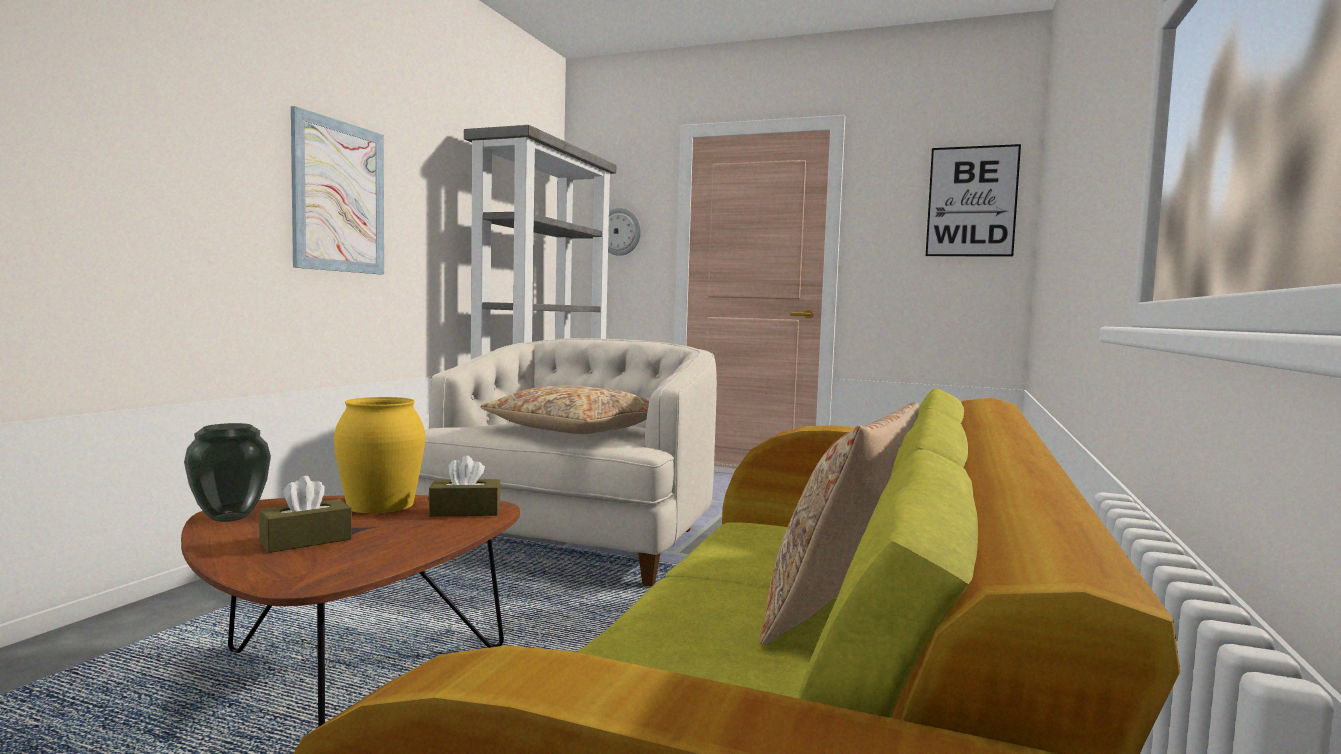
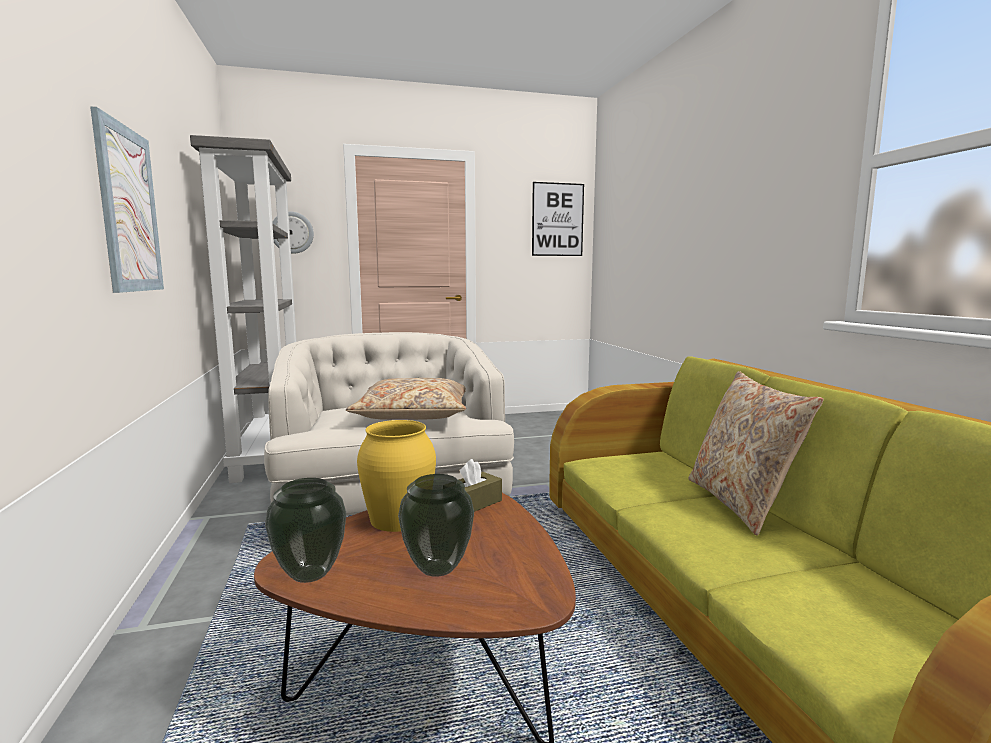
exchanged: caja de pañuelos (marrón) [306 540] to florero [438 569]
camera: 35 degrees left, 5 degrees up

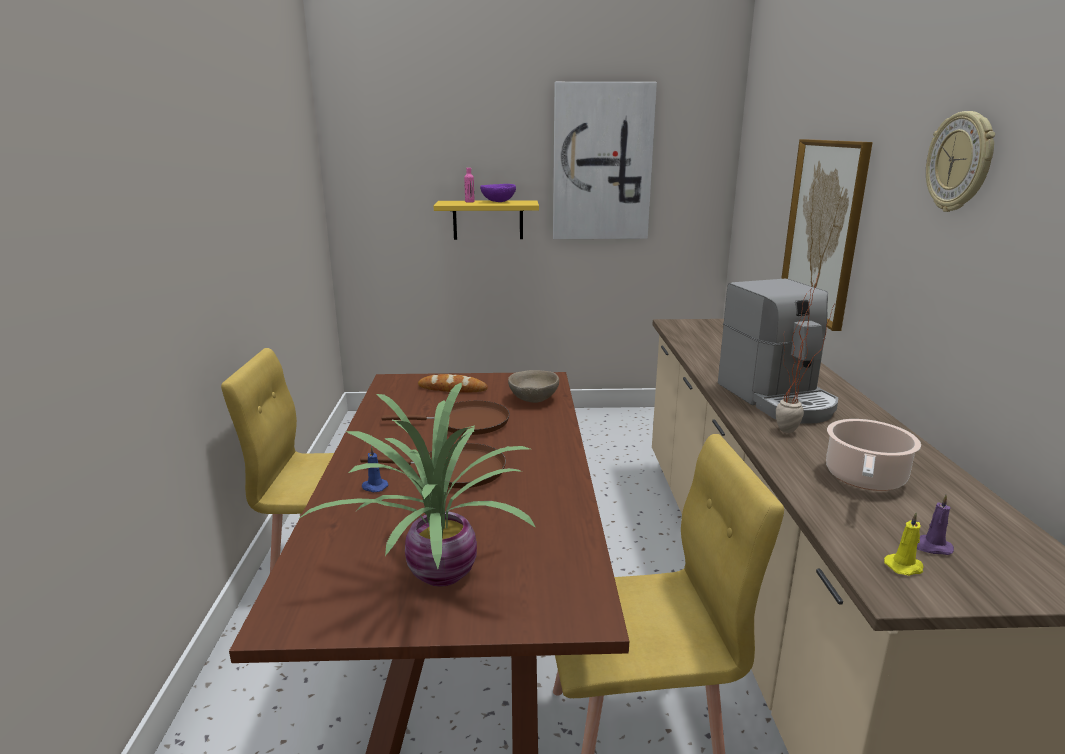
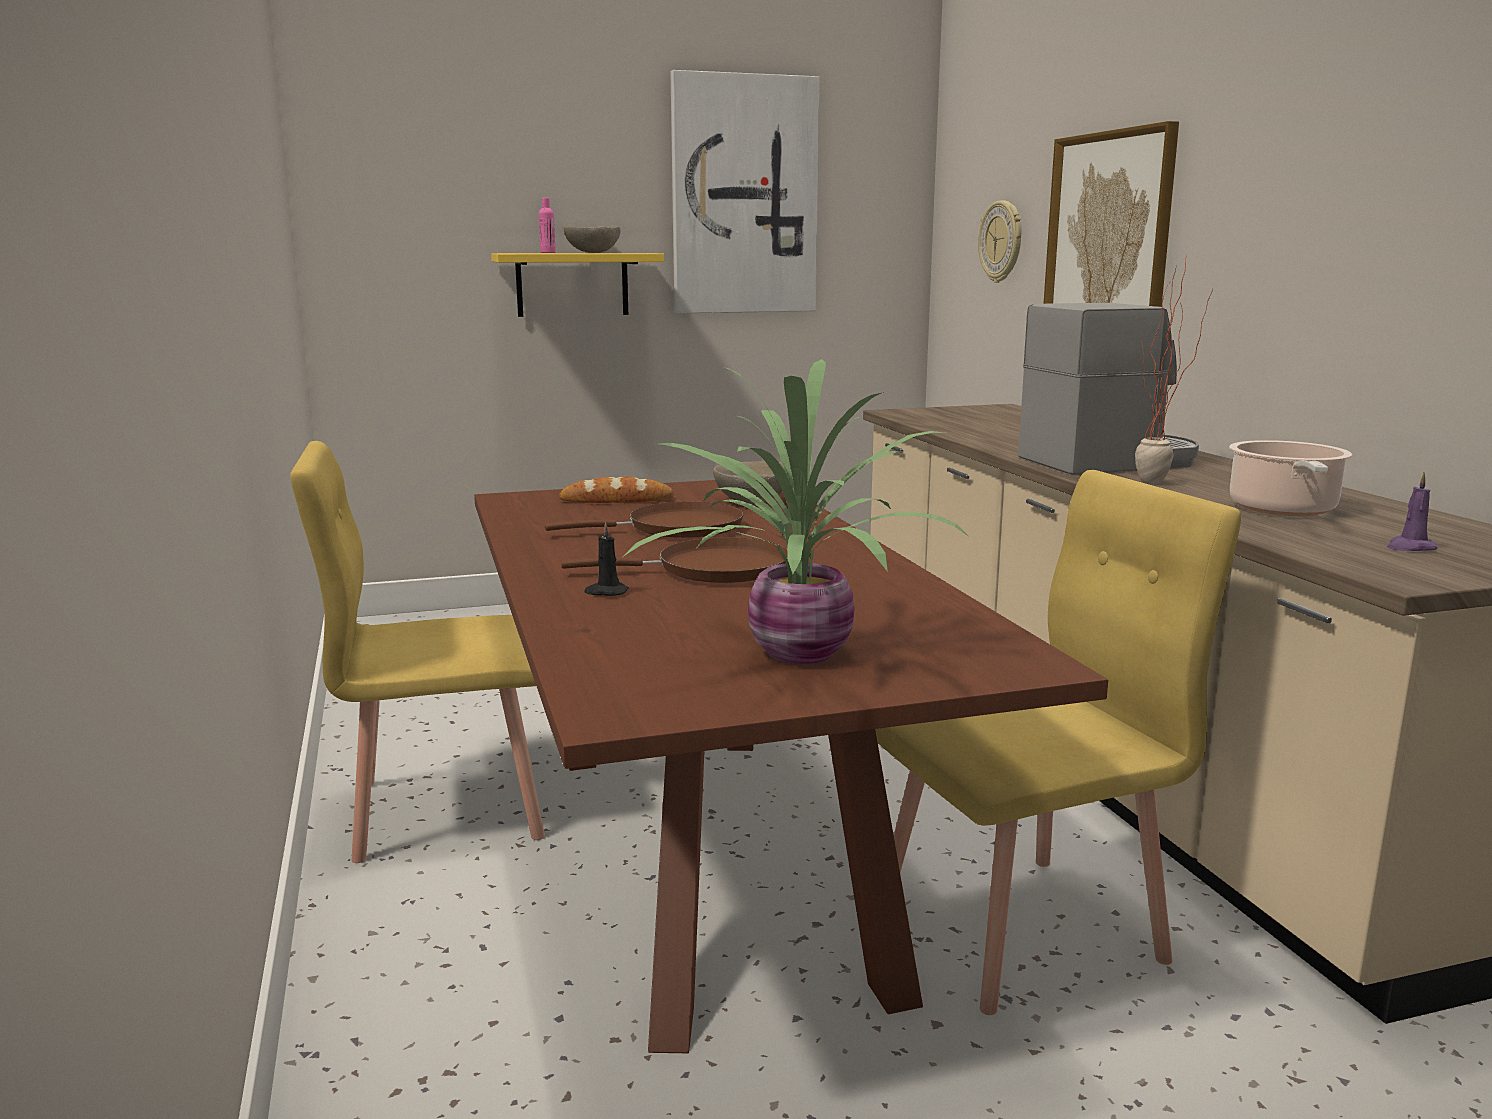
missing: vela (amarillo) [905 567]
relocated: reloj de pared [960 162] to [1002 241]
colour: cuenco (morado) [498 201] to cuenco (beis) [592 252]; vela (azul) [374 487] to vela (negro) [606 592]
spun: cafetera [777 399] = [1110 461] 75 degrees counterclockwise
camera: 15 degrees left, 5 degrees down

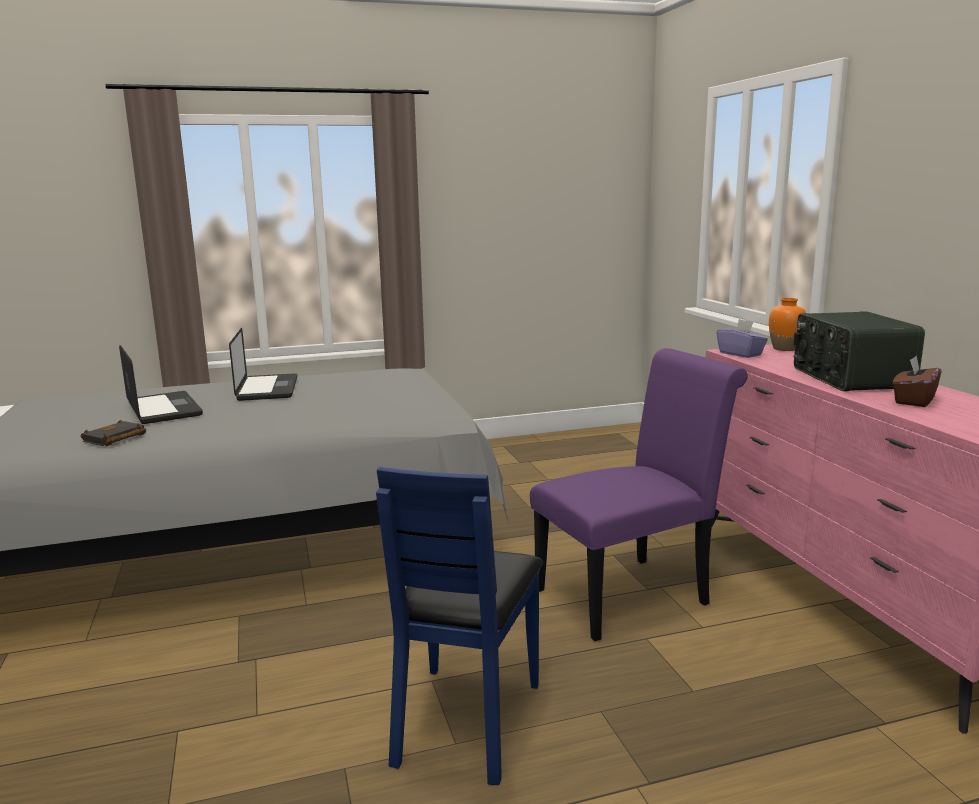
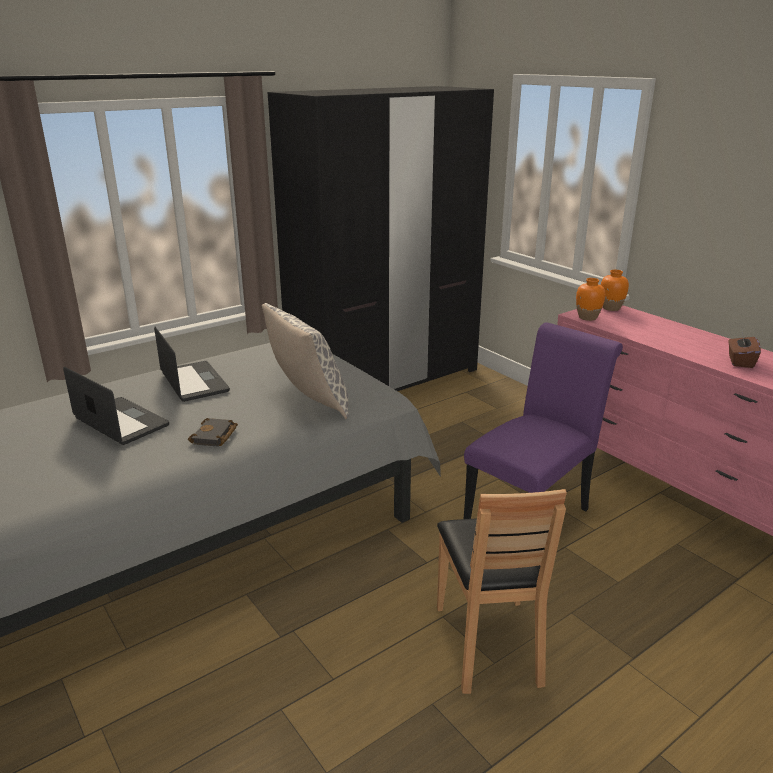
missing: radio [849 378]
appeared: cojín [309 403]; armario ropero (negro) [385 380]
relocated: libro (negro) [114 439] to [215 436]
exchanged: caja de pañuelos (morado) [740 354] to florero (naranja) [587 317]
colour: silla (azul) [466 720] to silla (marrón) [489 643]
camera: 20 degrees left, 10 degrees up

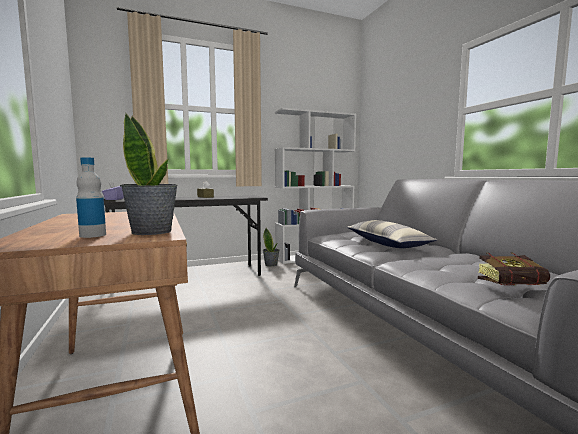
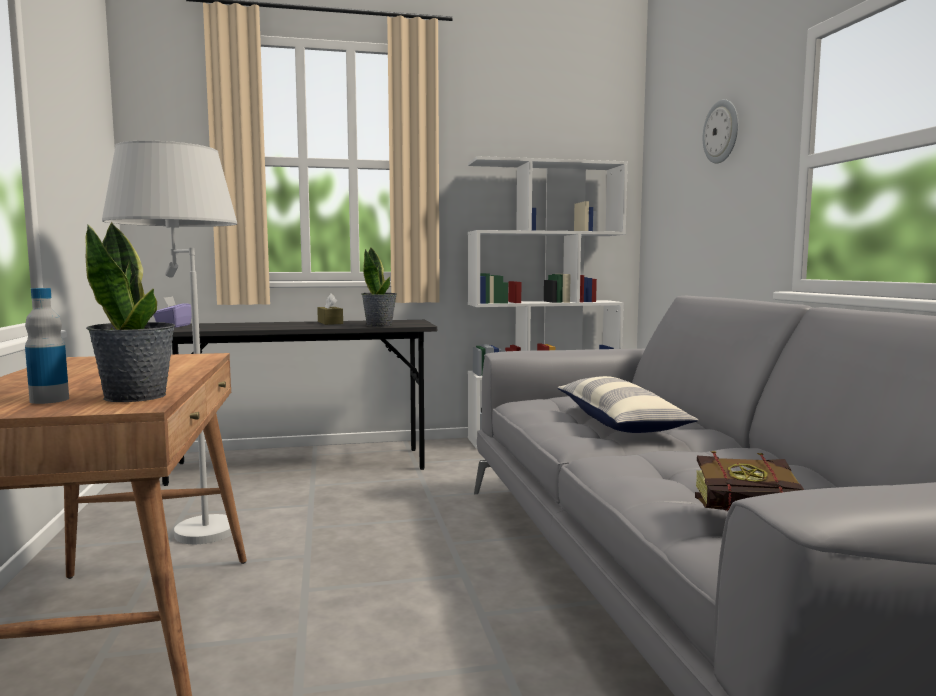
appeared: lámpara de pie (blanco) [188 524]; reloj de pared [721 131]
relocated: planta en maceta [271 264] to [379 325]
camera: 10 degrees right, 0 degrees up

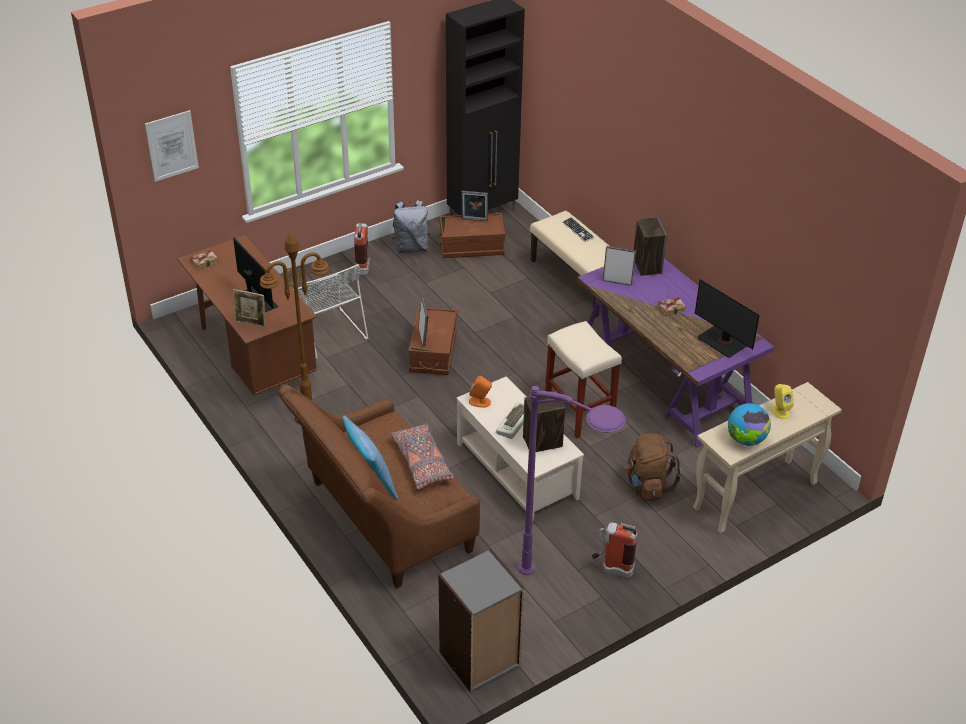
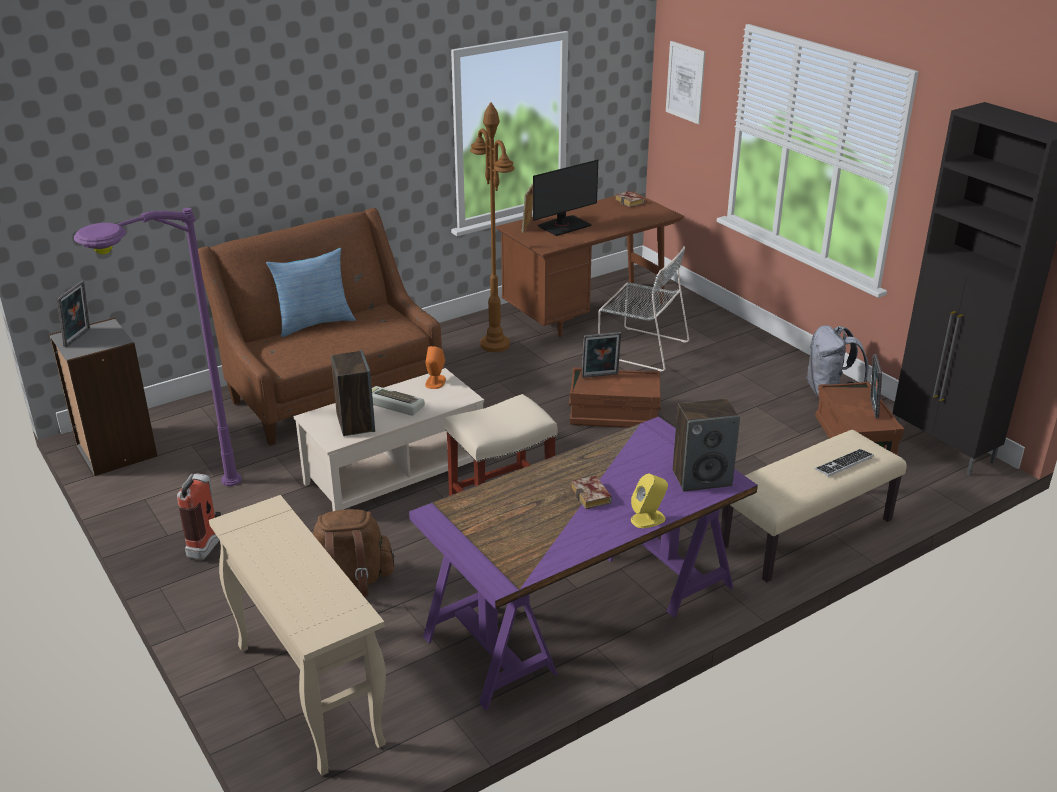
missing: extintor [363 266]; cojín (gris) [422 463]; monitor [723 341]; globo terráqueo [746 440]
relocated: portarretratos [617 281] to [79 338]; altavoz (amarillo) [780 411] to [648 519]
spun: silla (gris) [327 331] = [640 348] 120 degrees counterclockwise
camera: 90 degrees right, 10 degrees down

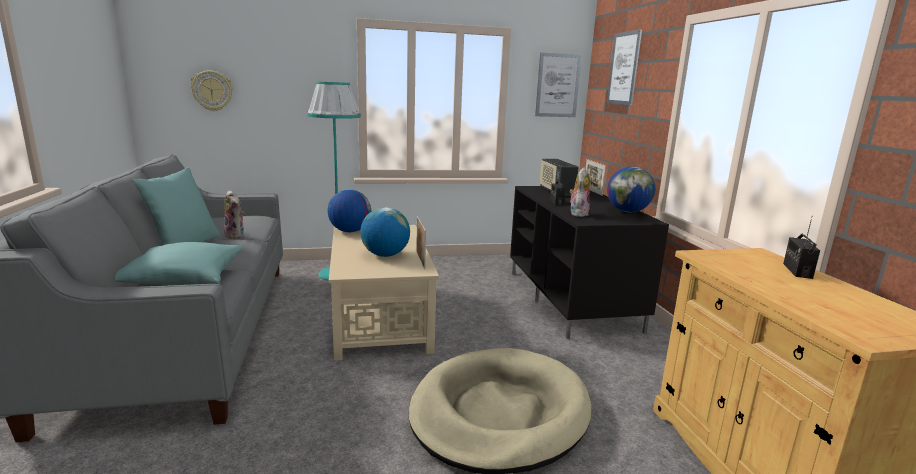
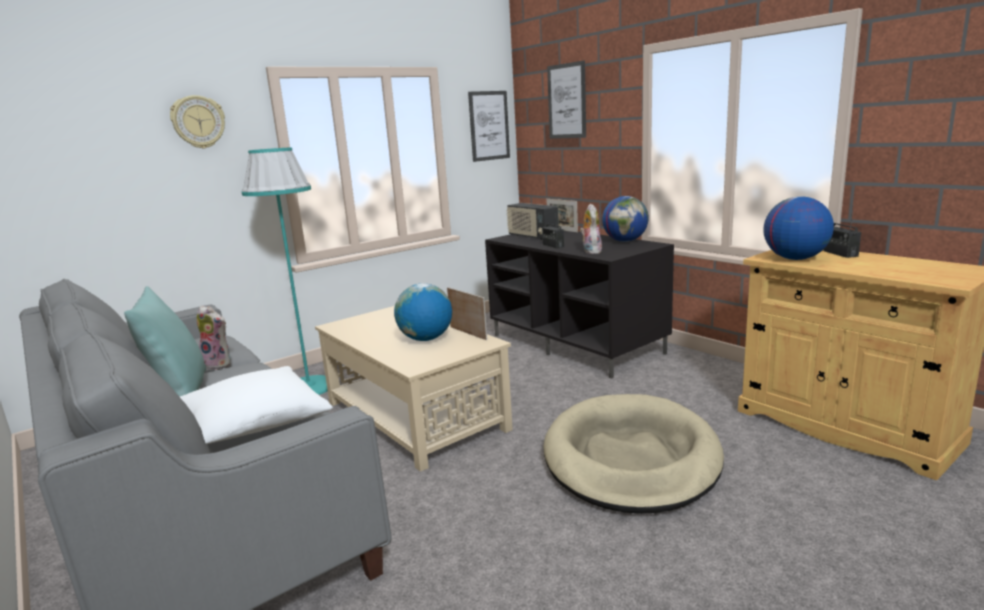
relocated: reloj de pared [212 91] to [198 122]; globo terráqueo [349 231] to [794 259]
colour: cojín (turquesa) [183 279] to cojín (blanco) [253 423]
camera: 25 degrees left, 0 degrees up

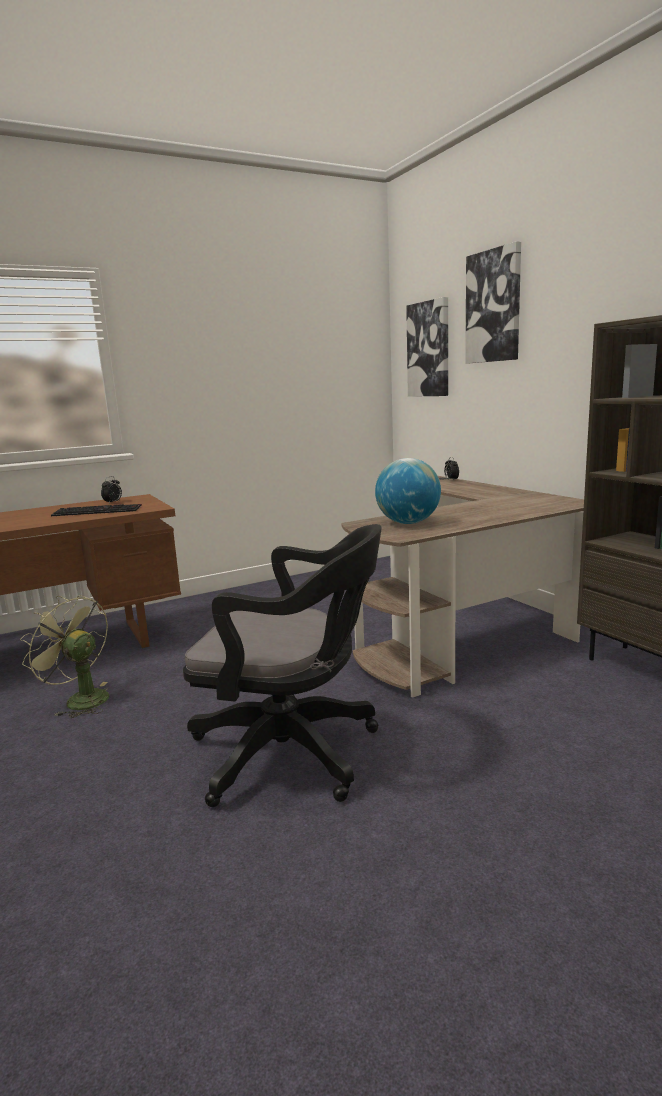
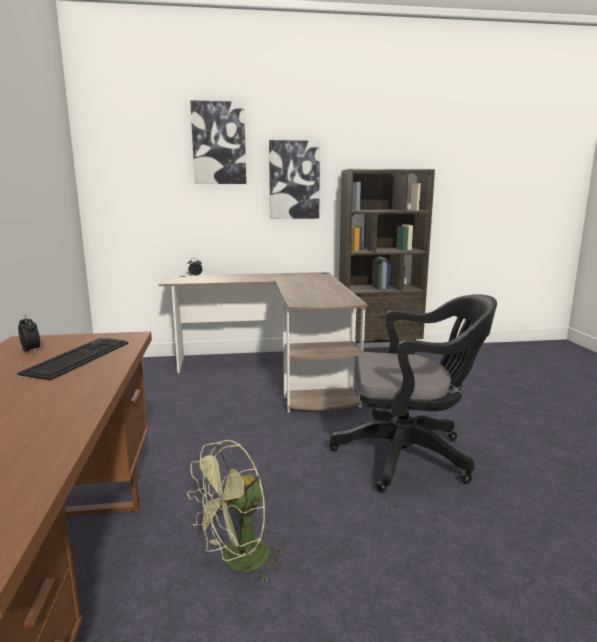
missing: globo terráqueo [408 523]
relocated: cuadro [429 349] to [294 180]
spun: silla de oficina (negro) [294 753] = [409 456] 60 degrees clockwise
camera: 70 degrees left, 0 degrees up

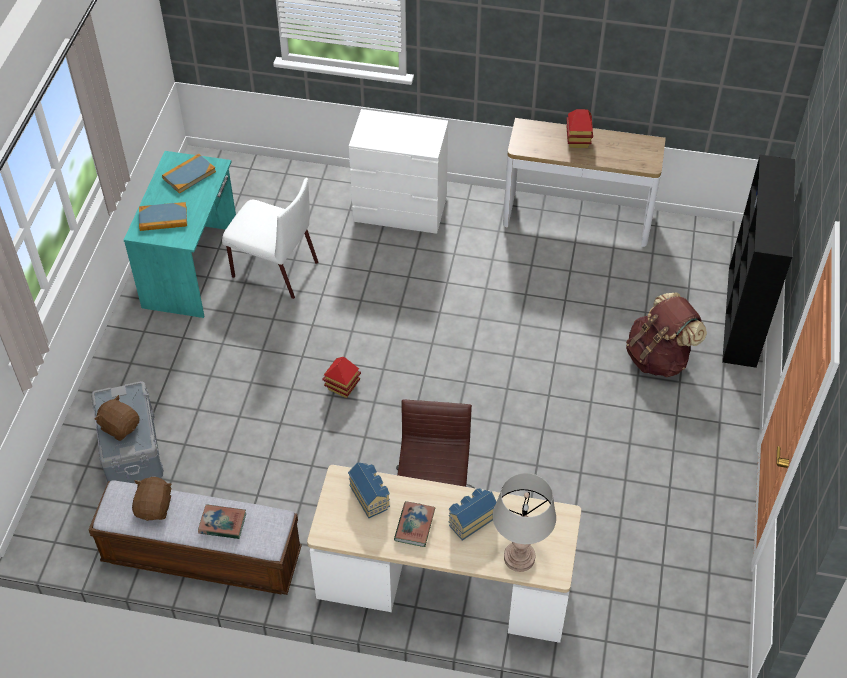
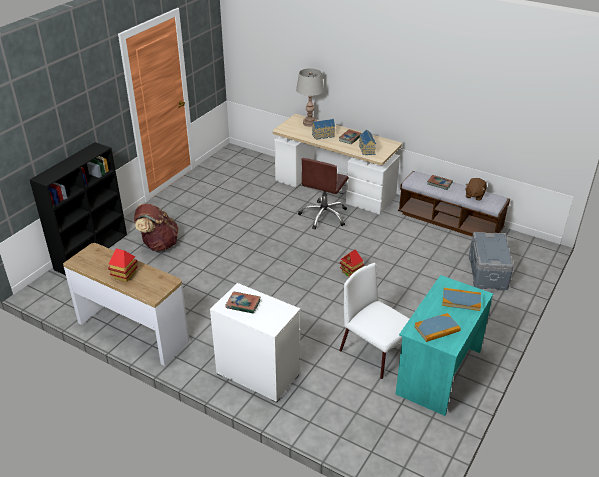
missing: peluche (marrón) [120 426]
appeared: libro [243 304]
camera: 160 degrees left, 15 degrees down

